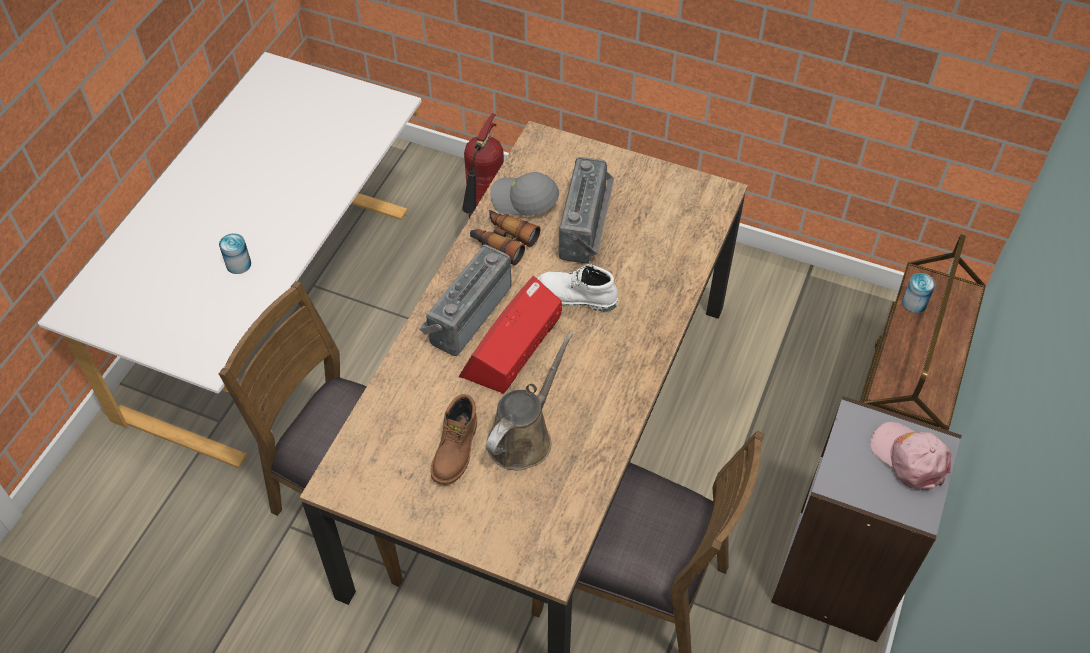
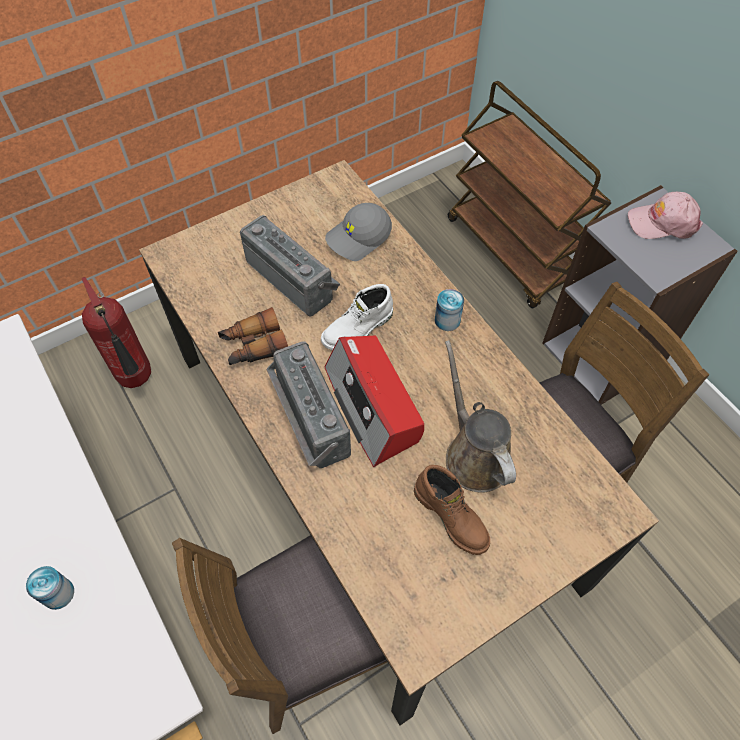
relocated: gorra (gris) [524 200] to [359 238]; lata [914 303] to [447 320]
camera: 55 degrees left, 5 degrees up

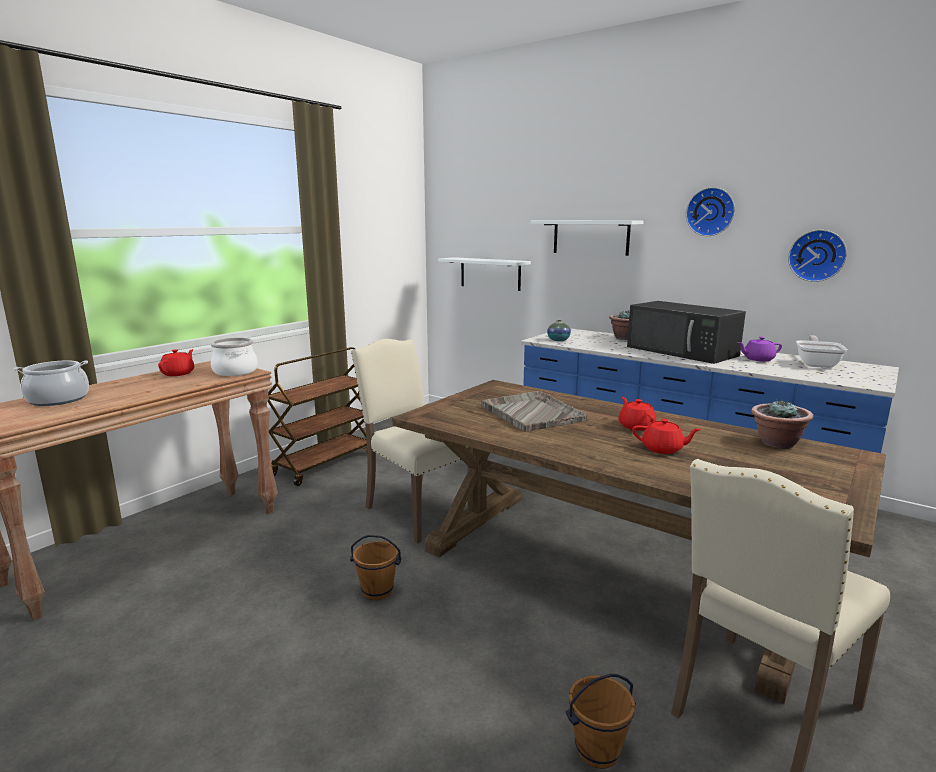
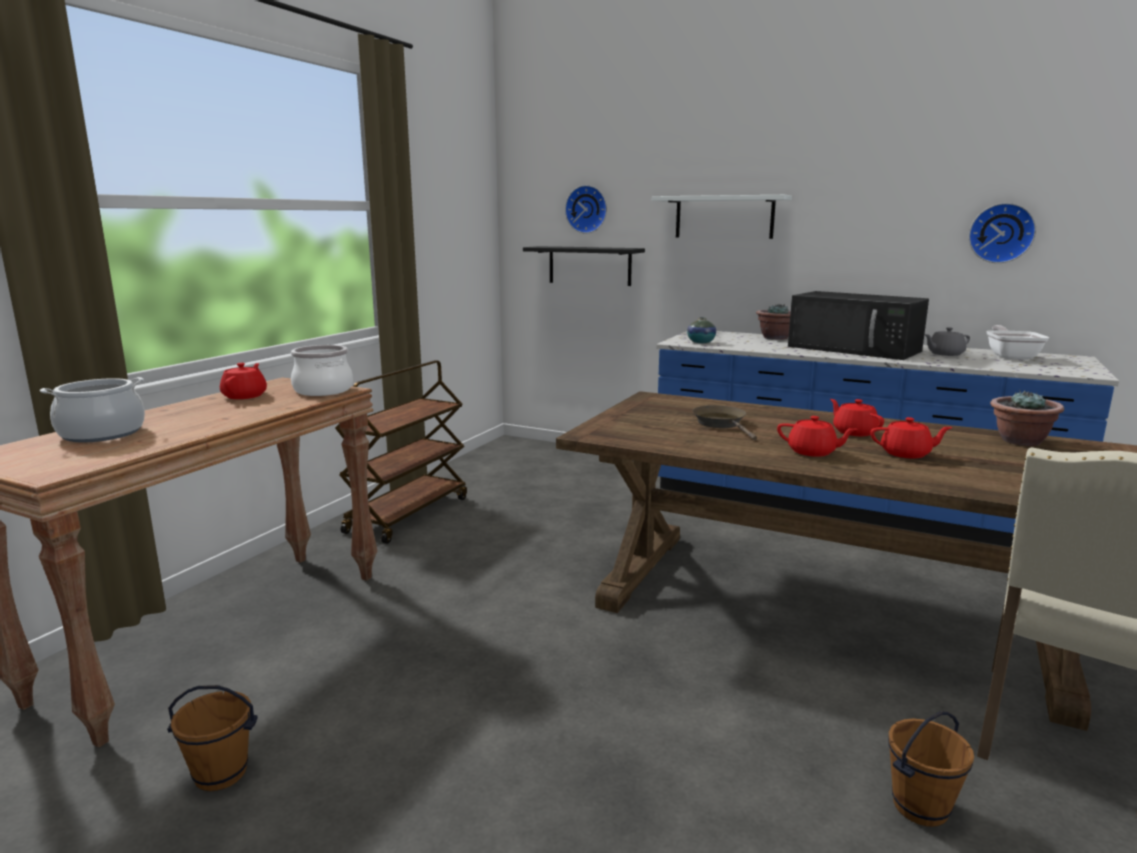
missing: silla (beis) [418 510]
appeared: tetera (rojo) [812 452]
relocated: cubo (marrón) [377 592] to [220 775]; reloj de pared [710 212] to [587 209]
exchanged: bandeja (gris) [531 412] to sartén (marrón) [721 424]
colour: estante (blanco) [490 273] to estante (negro) [589 265]; tetera (morado) [757 359] to tetera (gris) [944 354]
camera: 10 degrees left, 0 degrees up

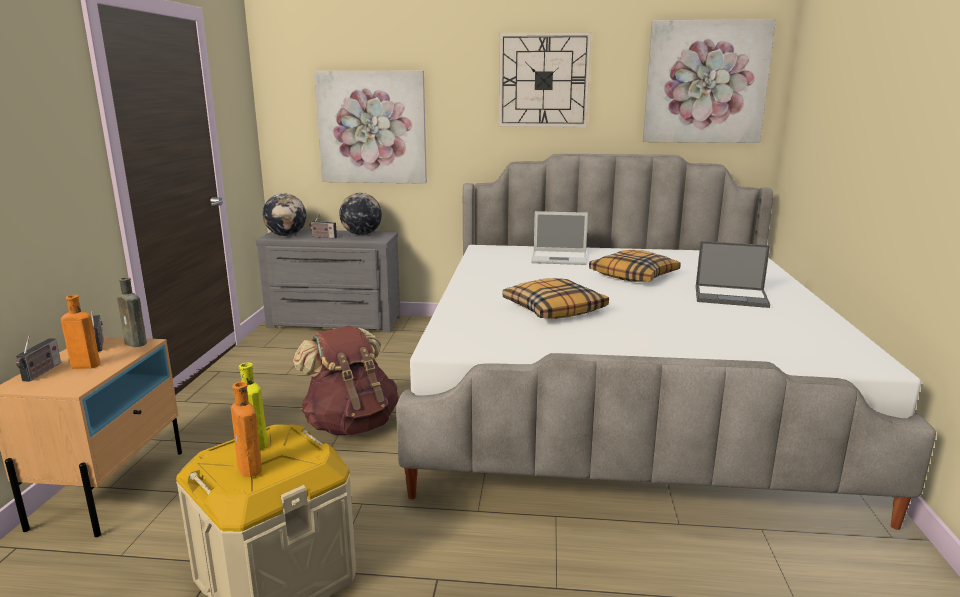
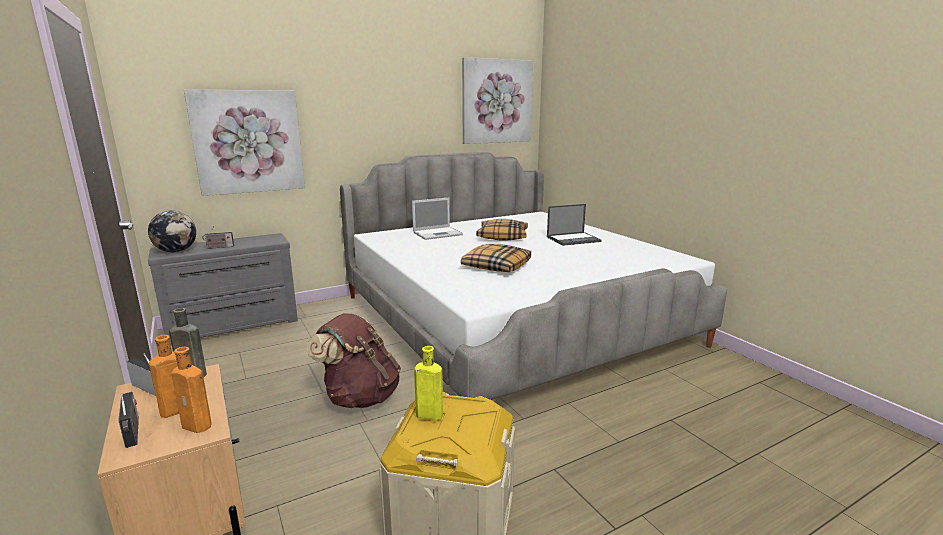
missing: globo terráqueo [361 234]; reloj de pared [543 80]
relocated: botella (naranja) [250 469] to [198 426]
camera: 35 degrees left, 0 degrees up

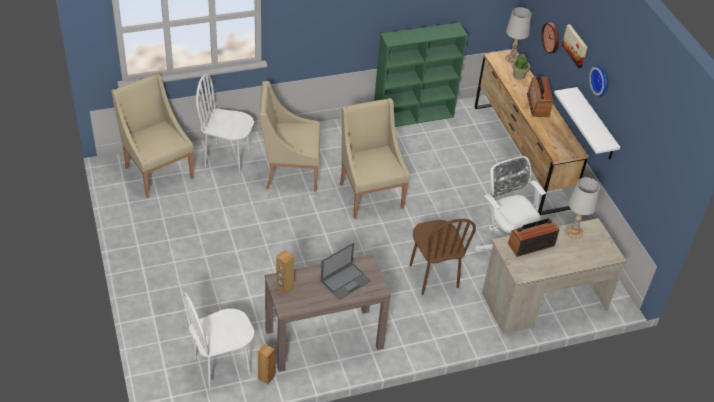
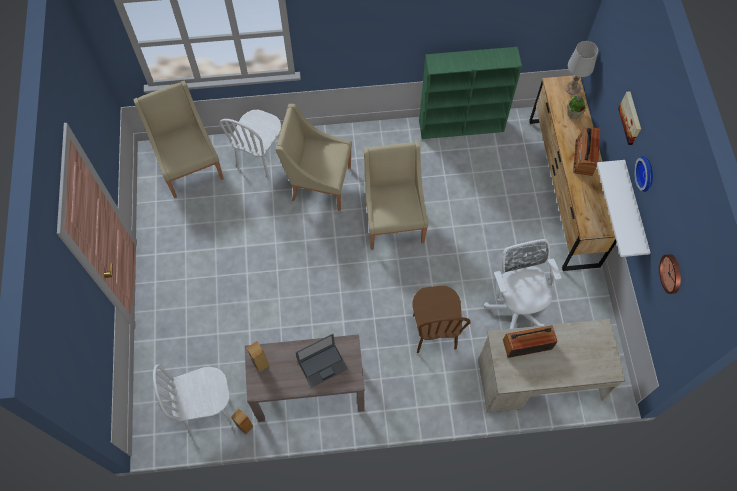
missing: lámpara de mesa (blanco) [574 231]
relocated: reloj de pared [551 37] to [672 273]
spun: silla (blanco) [227 159] = [261 159] 90 degrees counterclockwise
camera: 15 degrees right, 20 degrees up

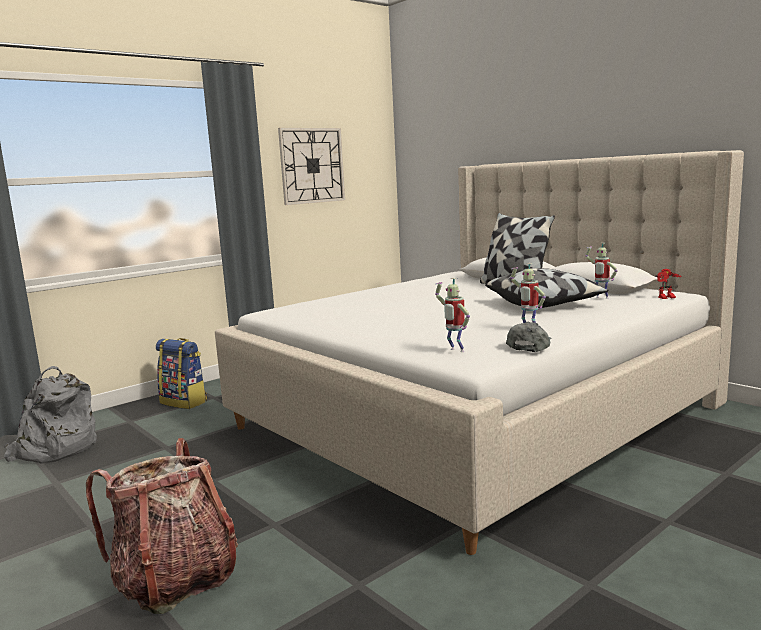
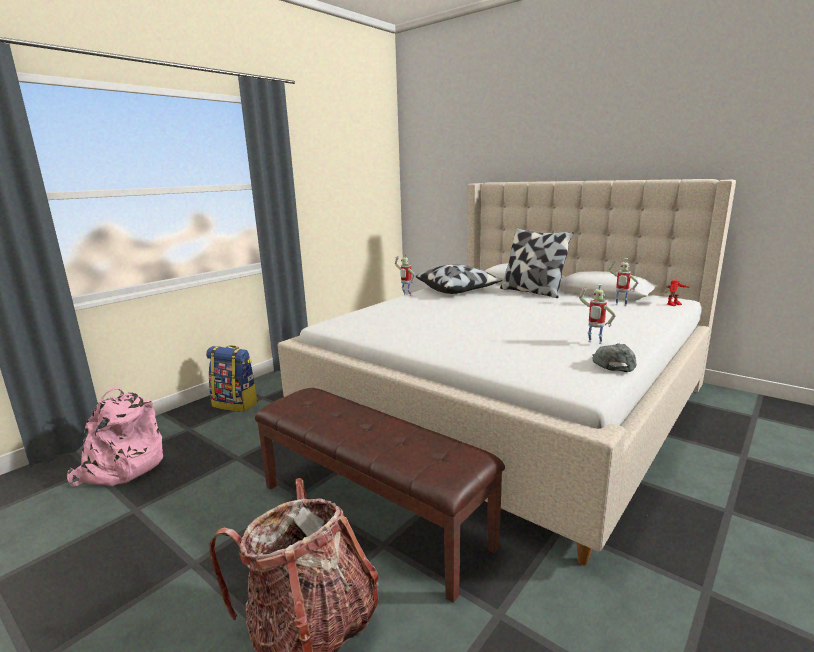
missing: reloj de pared [312 165]
appeared: banco (marrón) [372 514]
relocated: robot de juguete [455 351] to [406 295]; cojín [544 304] to [458 290]
colour: mochila (gris) [55 450] to mochila (rosa) [121 468]
camera: 10 degrees left, 5 degrees up

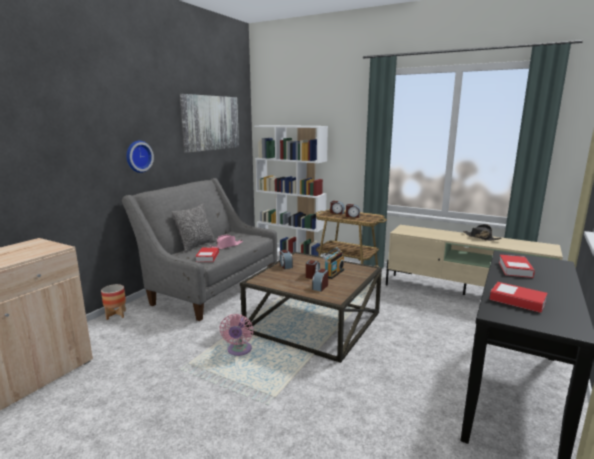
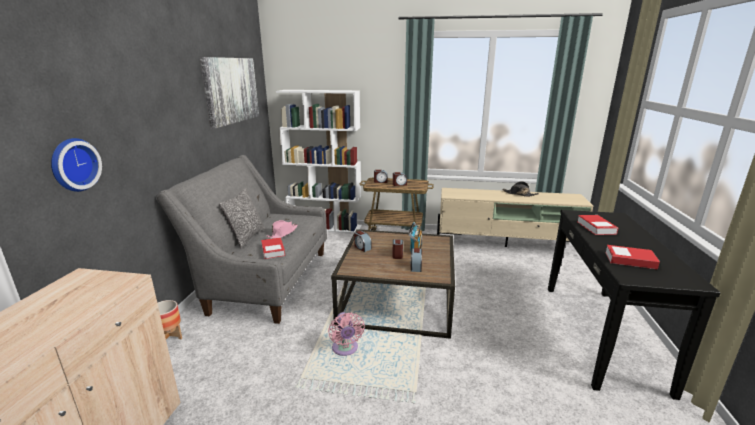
relocated: reloj de pared [138 156] to [73 164]
camera: 20 degrees left, 5 degrees up

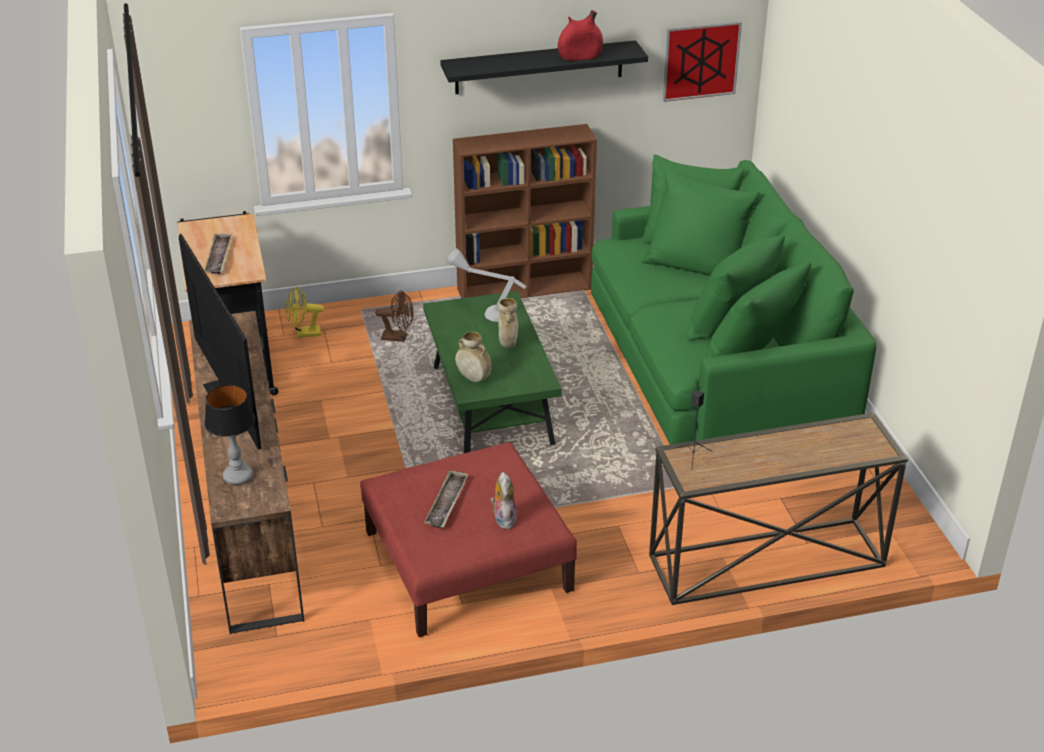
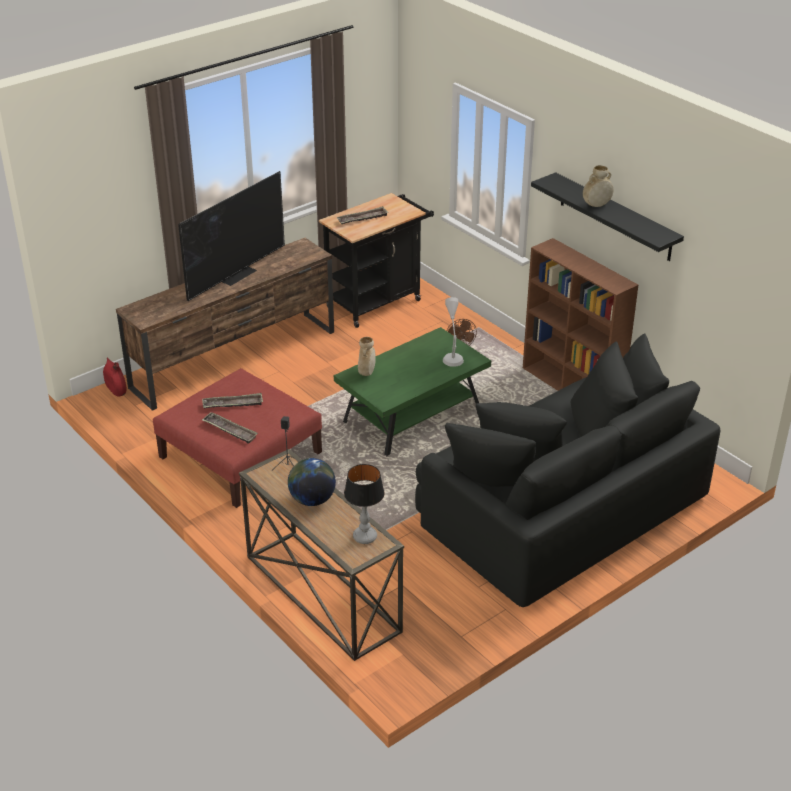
missing: ventilador (amarillo) [304 334]; cuadro [701 60]
appeared: globo terráqueo [312 500]
relocated: florero (rojo) [580 57] to [116 389]; lámpara de mesa [239 476] to [365 537]; florero (beis) [508 344] to [596 205]
exchanged: peluche [503 519] to bandeja [230 430]
colour: sofá (verde) [717 360] to sofá (negro) [559 509]
camera: 65 degrees right, 0 degrees up

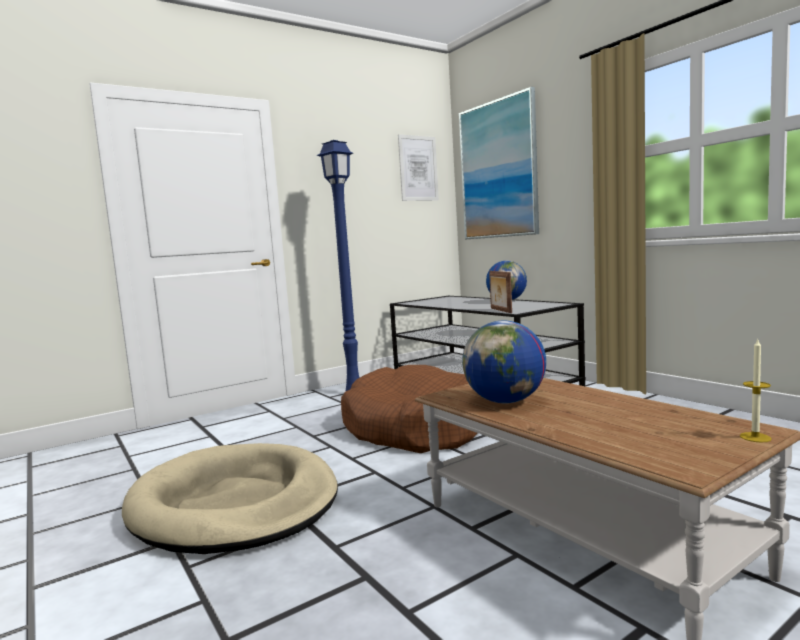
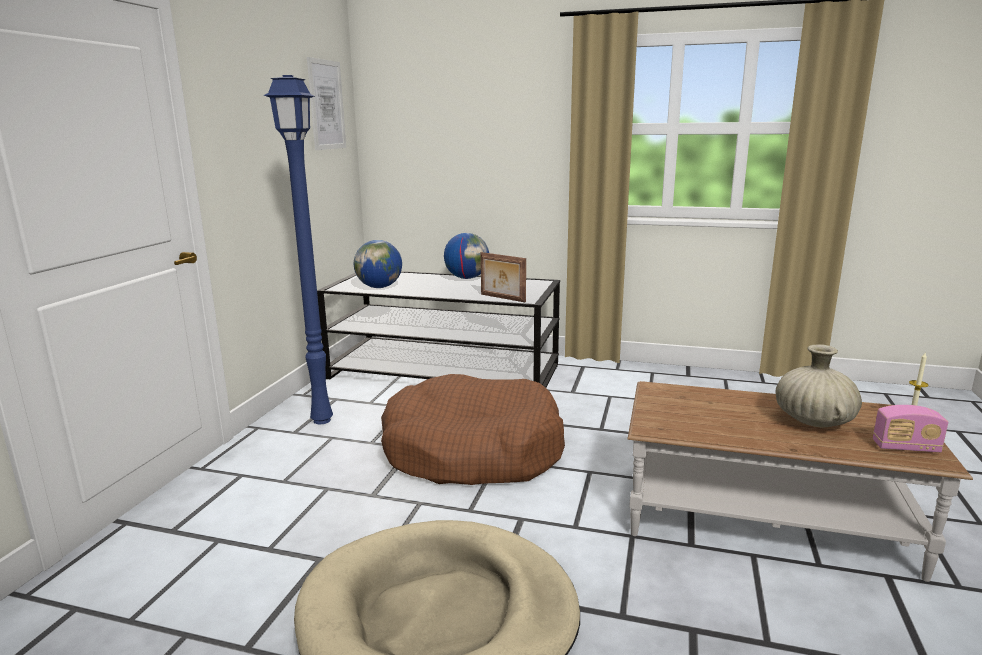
missing: cuadro [498 170]
appeared: florero (beis) [813 421]; radio [905 447]
relocated: globo terráqueo [505 401] to [379 287]
camera: 40 degrees left, 10 degrees up

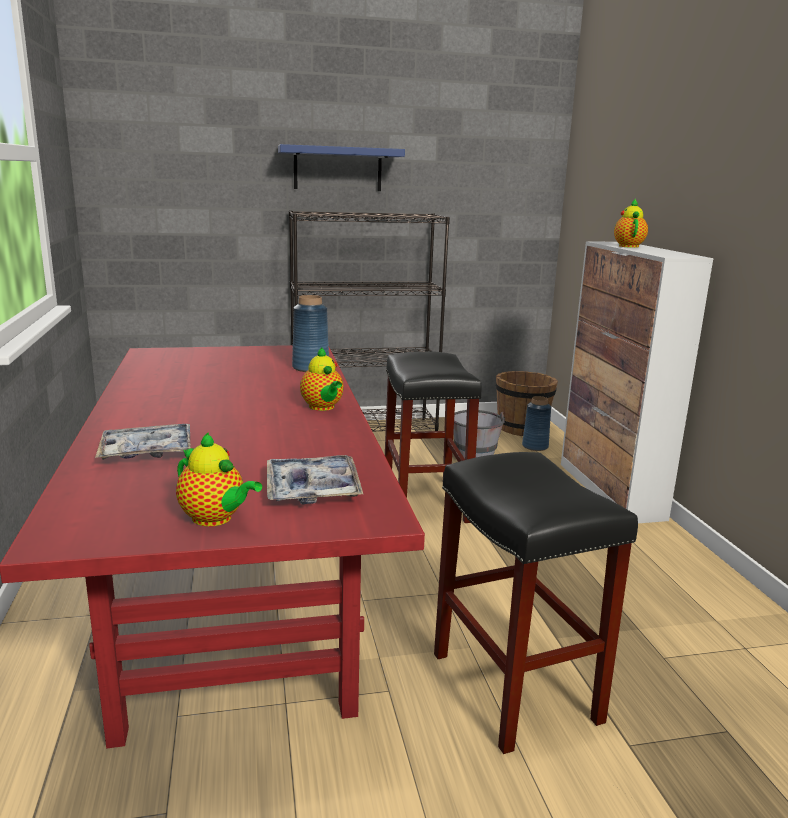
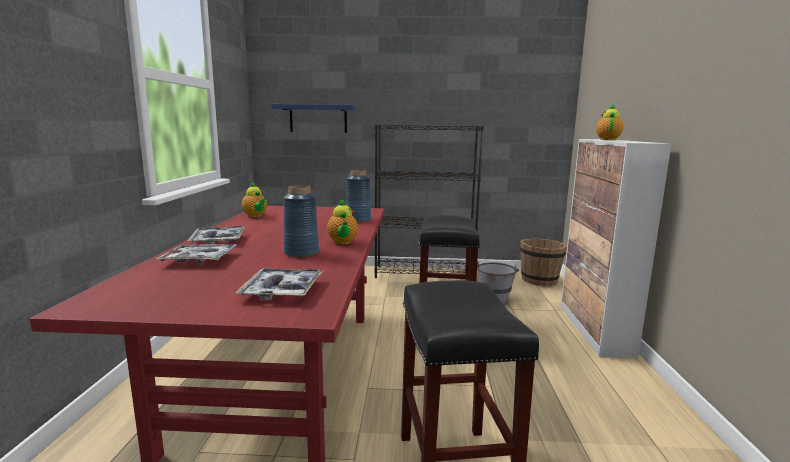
appeared: bandeja [218 240]
relocated: tetera [215 519] to [255 216]; estante (azul) [337 169] to [318 119]; florero (azul) [535 446] to [301 253]
camera: 15 degrees right, 5 degrees down

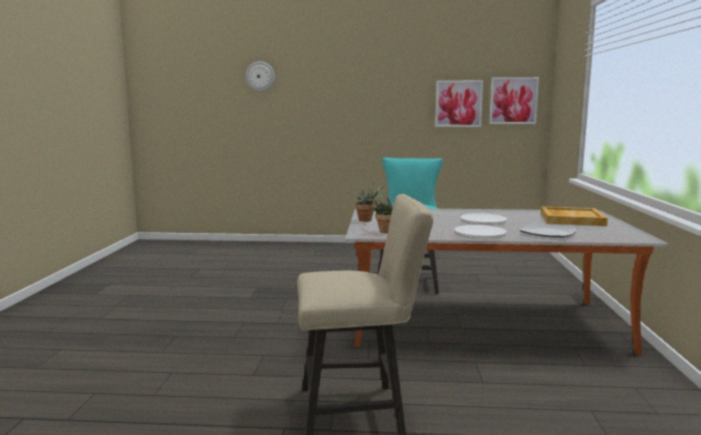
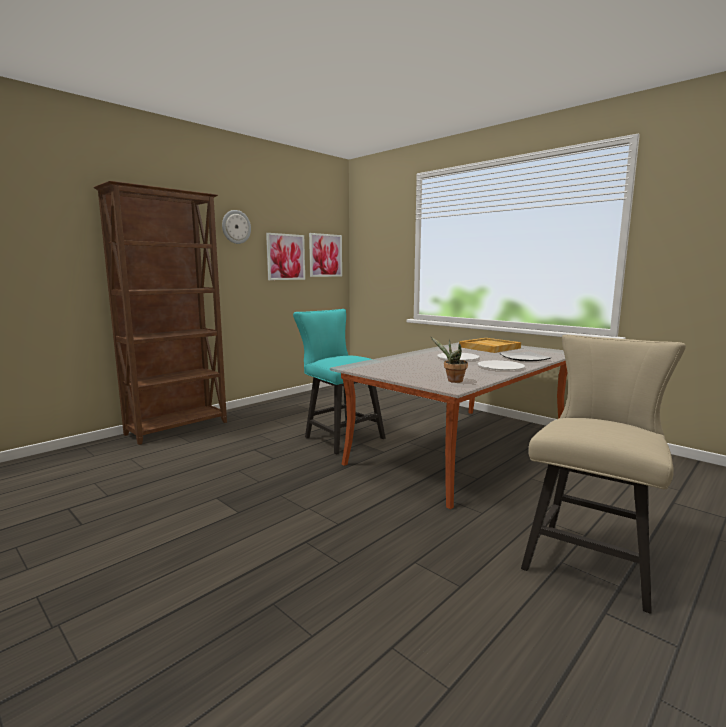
missing: planta en maceta [367 220]
appeared: estantería (marrón) [178 428]
relocated: reloj de pared [260 76] to [236 227]
camera: 50 degrees left, 0 degrees up

